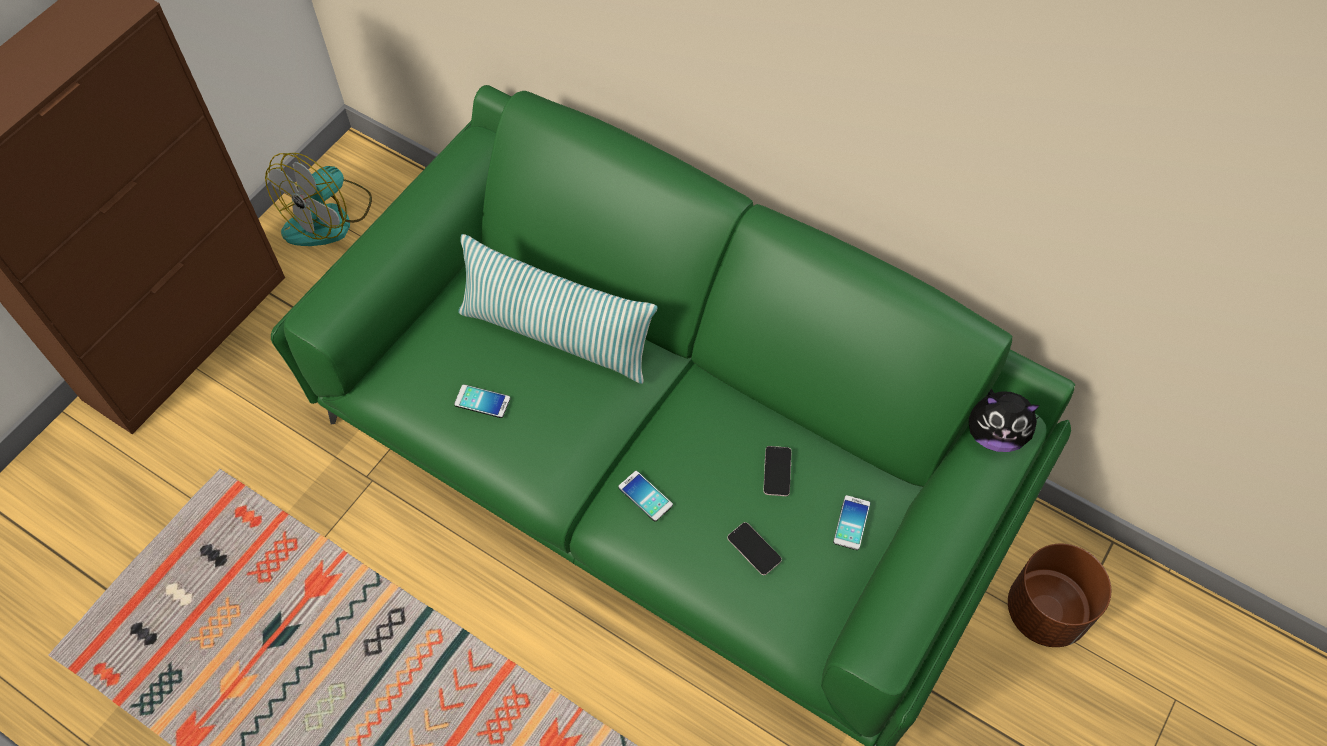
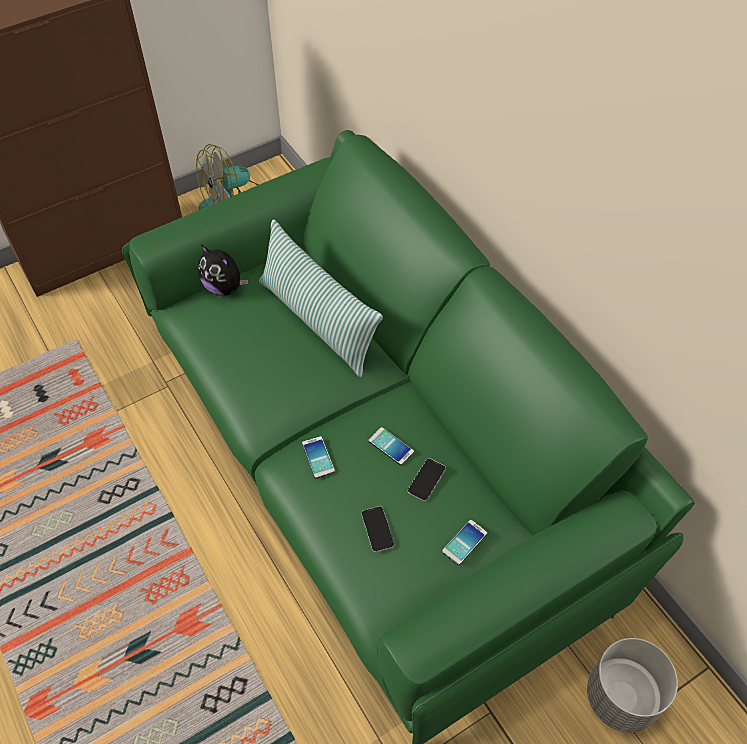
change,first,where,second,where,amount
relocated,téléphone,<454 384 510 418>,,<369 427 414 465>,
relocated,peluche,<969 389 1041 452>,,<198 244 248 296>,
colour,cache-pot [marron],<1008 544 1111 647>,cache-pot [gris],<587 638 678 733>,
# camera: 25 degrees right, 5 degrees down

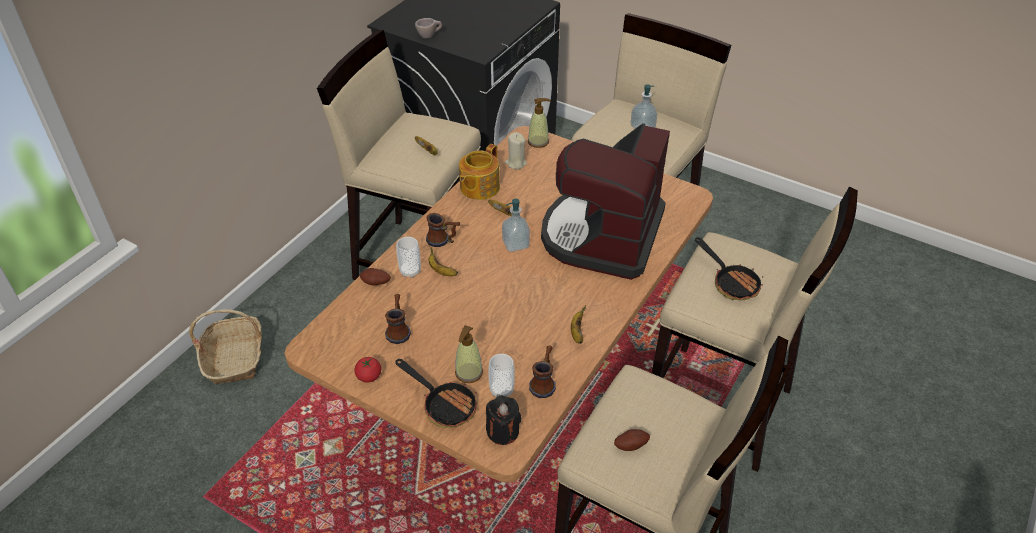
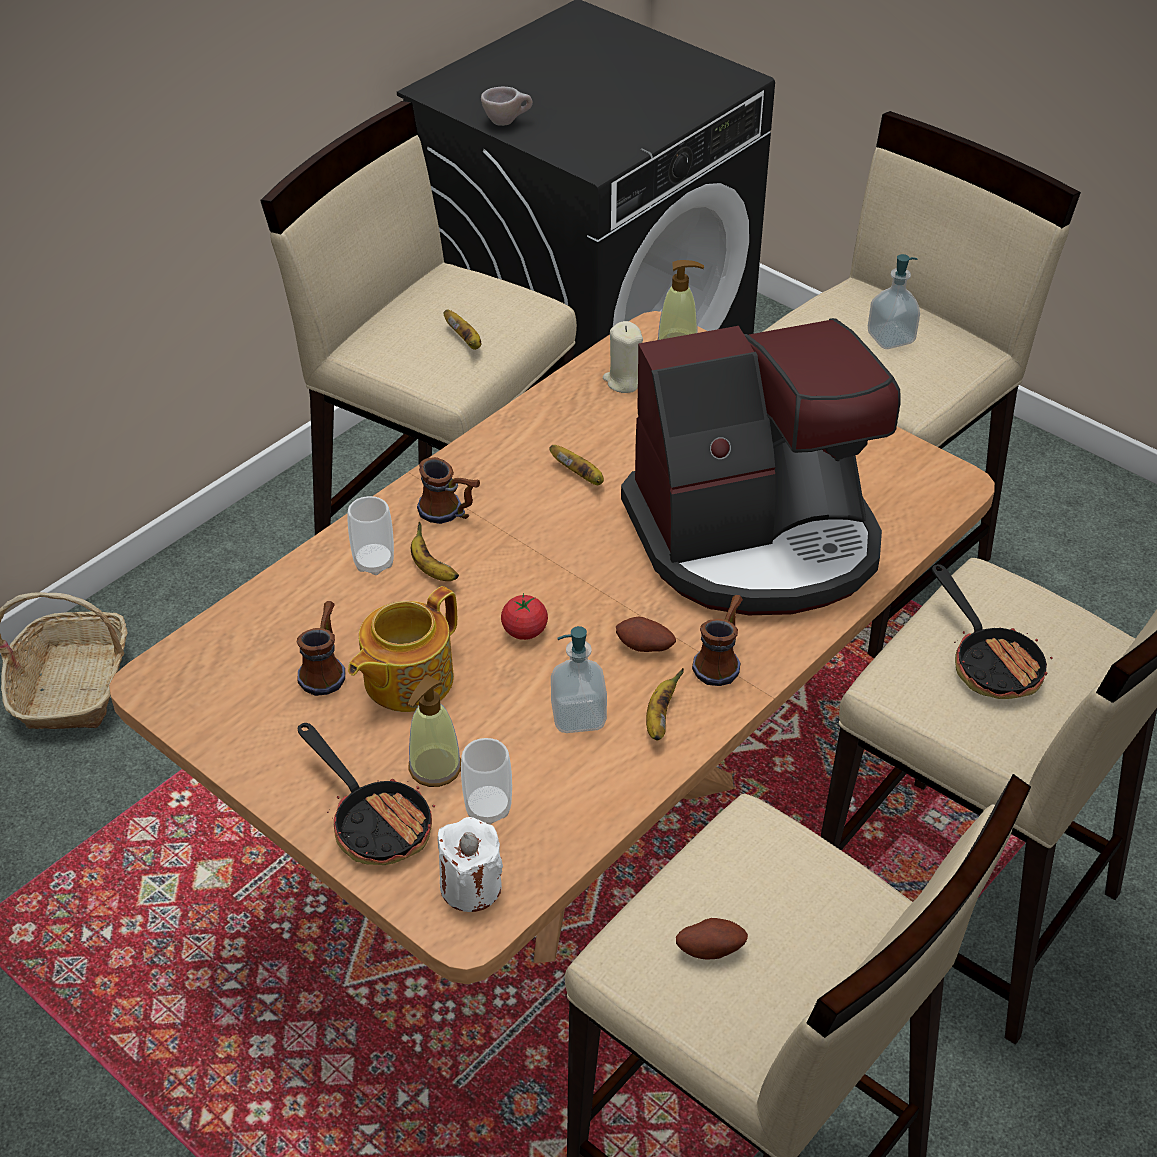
change,first,where,second,where,amount
relocated,tomate,<354 357 381 383>,,<501 593 548 640>,
relocated,pomme de terre,<360 268 391 285>,,<616 617 676 652>,
relocated,théière,<459 144 500 200>,,<348 586 457 712>,
relocated,distributeur de savon,<502 199 530 252>,,<551 626 607 733>,
relocated,mug,<529 345 556 398>,,<692 595 743 686>,
colour,bougie [noir],<486 396 522 445>,bougie [blanc],<438 817 503 912>,
spun,machine à café,<541 123 670 280>,,<621 318 901 615>,135 degrees counterclockwise
# camera: 10 degrees right, 0 degrees up

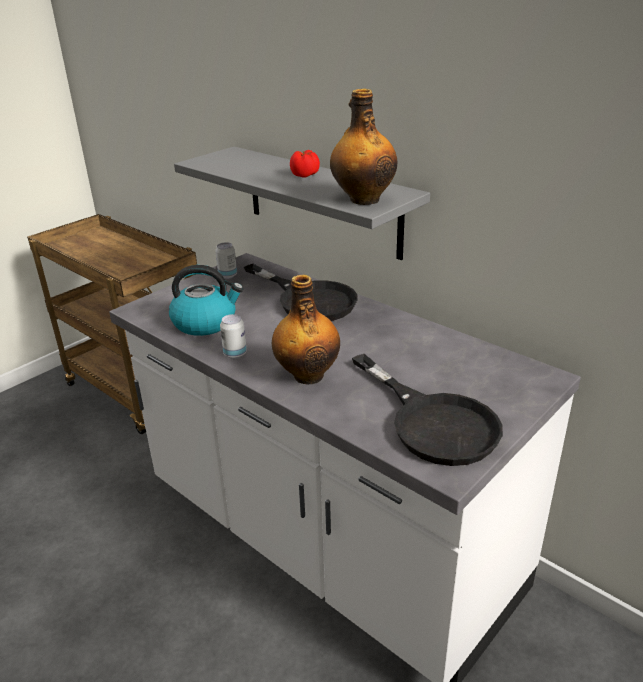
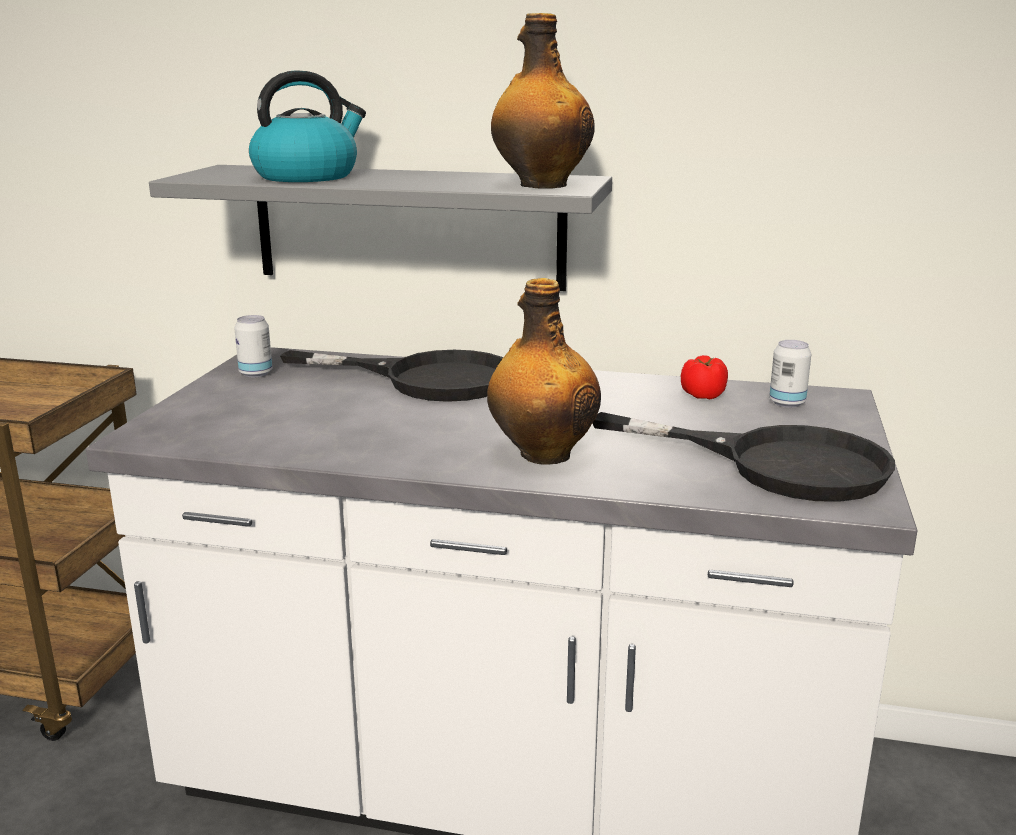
change,first,where,second,where,amount
relocated,bouilloire,<169 265 243 336>,,<249 70 366 182>,
relocated,boîte métallique,<220 314 247 359>,,<769 340 811 408>,
relocated,tomate,<290 150 320 178>,,<681 355 728 399>,
# camera: 30 degrees left, 10 degrees down

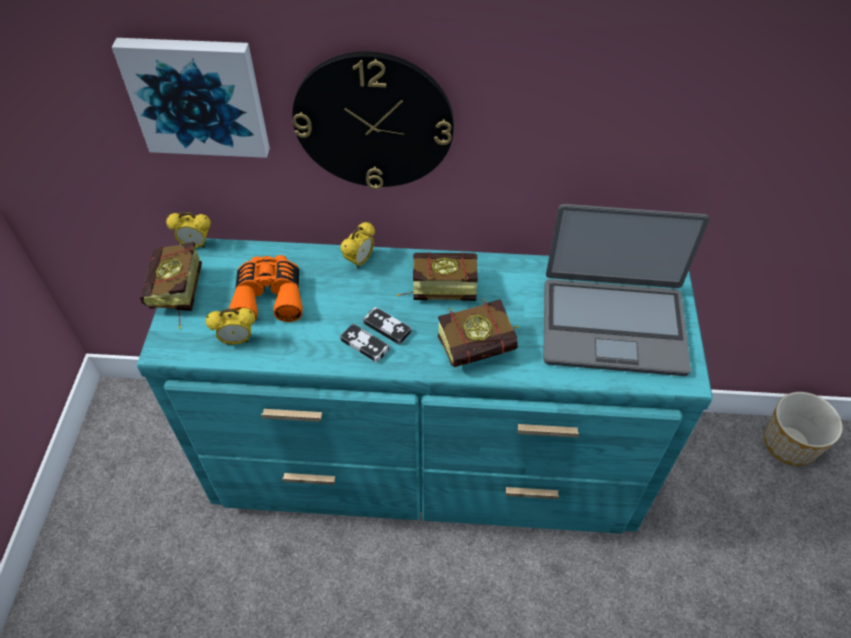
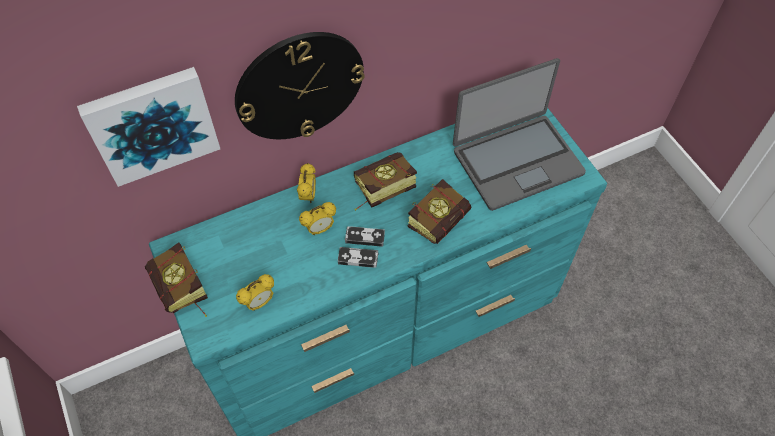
change,first,where,second,where,amount
missing,jumelles [orange],<229 255 303 322>,,,
missing,cache-pot,<764 392 842 466>,,,
relocated,réveil,<166 212 211 248>,,<299 202 336 235>,
# camera: 30 degrees left, 5 degrees up

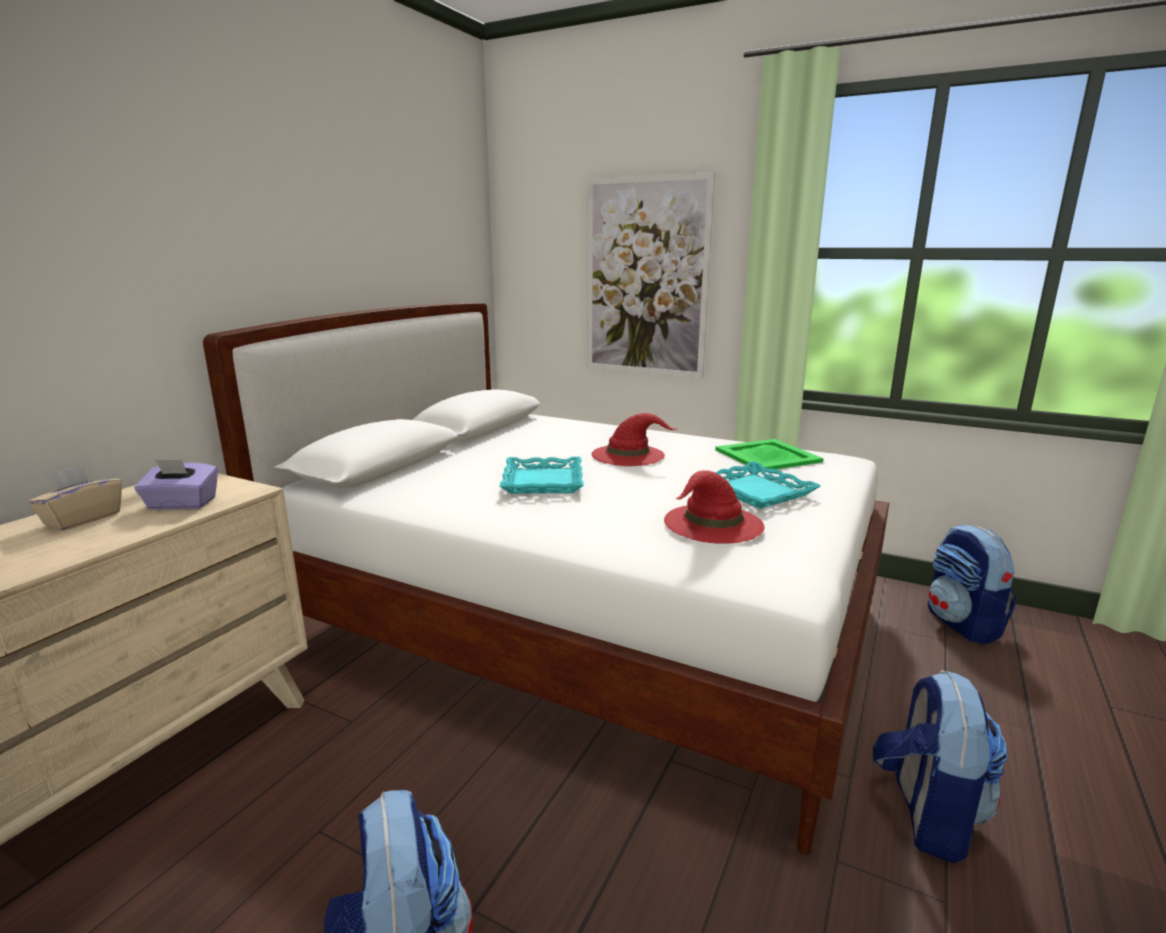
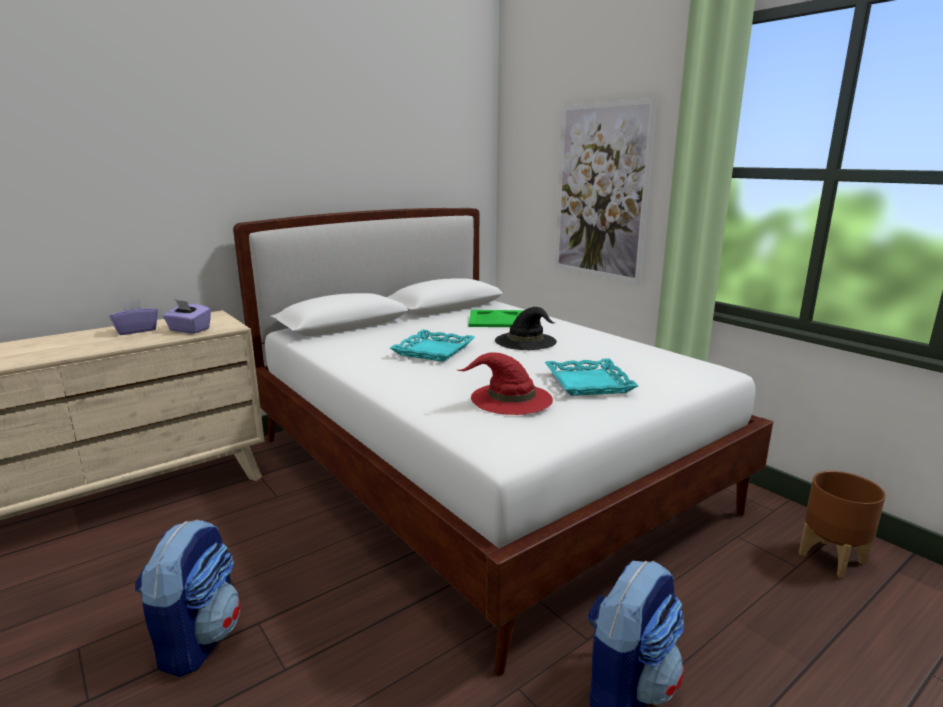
change,first,where,second,where,amount
relocated,plateau [vert],<715 439 824 472>,,<469 310 524 327>,
exchanged,sac à dos,<928 525 1016 644>,cache-pot [marron],<799 471 886 578>,
colour,boîte à mouchoirs [beige],<28 465 122 531>,boîte à mouchoirs [violet],<109 298 158 335>,
colour,chapeau [rouge],<591 413 676 466>,chapeau [noir],<495 307 557 350>,
# camera: 25 degrees right, 0 degrees up

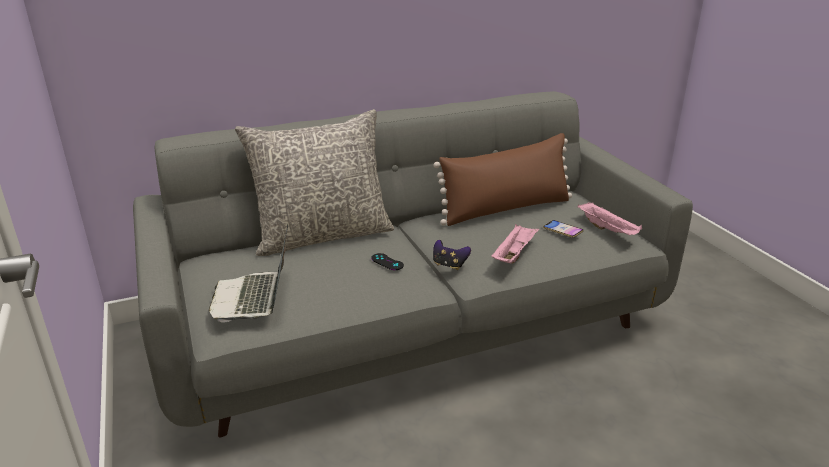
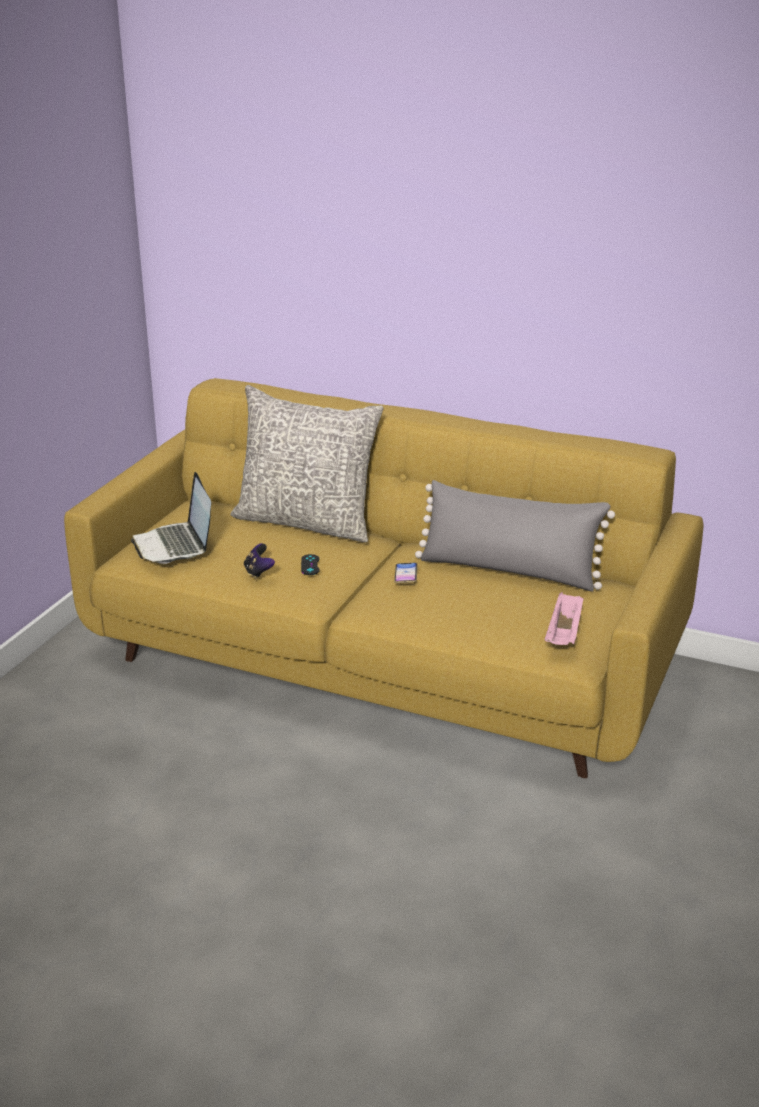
change,first,where,second,where,amount
missing,plateau [rose],<491 224 539 264>,,,
relocated,manette,<433 240 471 270>,,<244 543 275 579>,
relocated,téléphone,<543 220 584 238>,,<394 563 418 583>,
colour,canapé [gris],<133 91 693 437>,canapé [jaune],<64 378 703 778>,
colour,coussin [marron],<434 133 572 226>,coussin [gris],<415 480 615 592>,
spun,ordinateur portable,<209 224 288 322>,,<131 472 211 564>,60 degrees counterclockwise
# camera: 45 degrees right, 0 degrees up

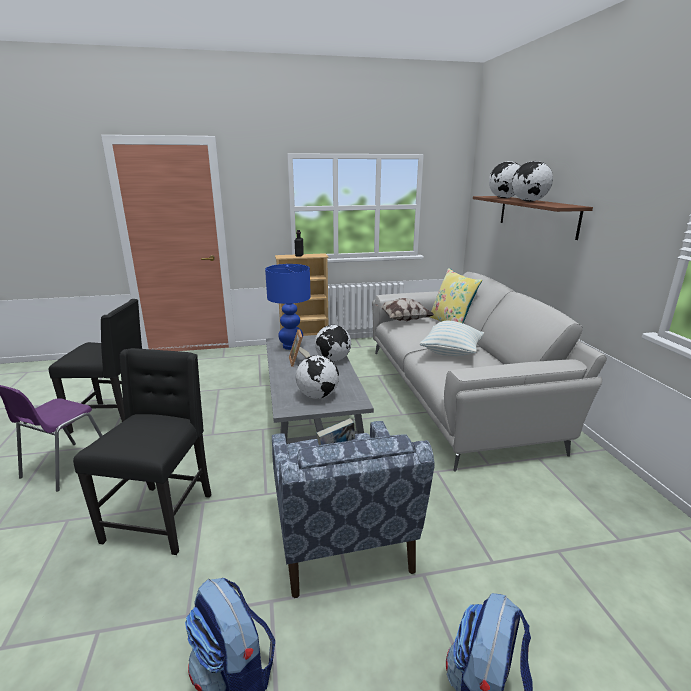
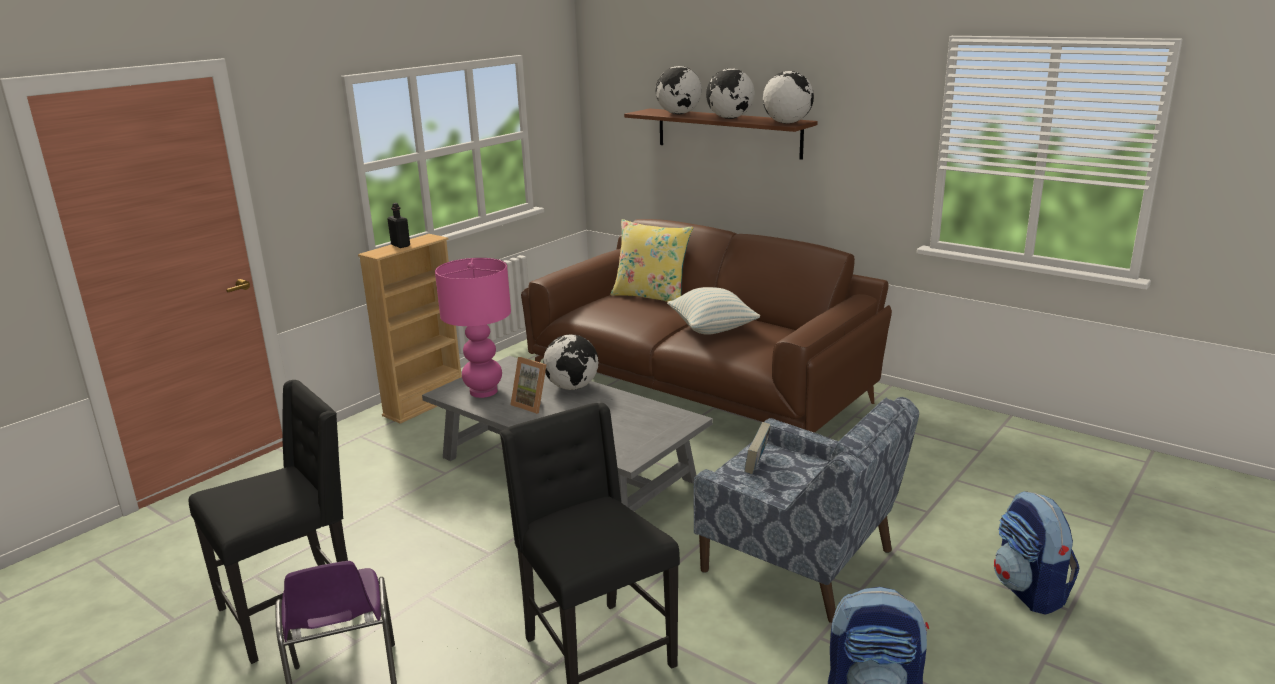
change,first,where,second,where,amount
missing,coussin,<375 298 434 321>,,,
relocated,globe,<296 355 339 399>,,<763 71 814 124>,
colour,lampe de table [bleu],<265 264 311 350>,lampe de table [rose],<435 258 511 398>,
colour,canapé [gris],<372 272 607 472>,canapé [marron],<521 219 892 433>,
# camera: 40 degrees left, 0 degrees up

